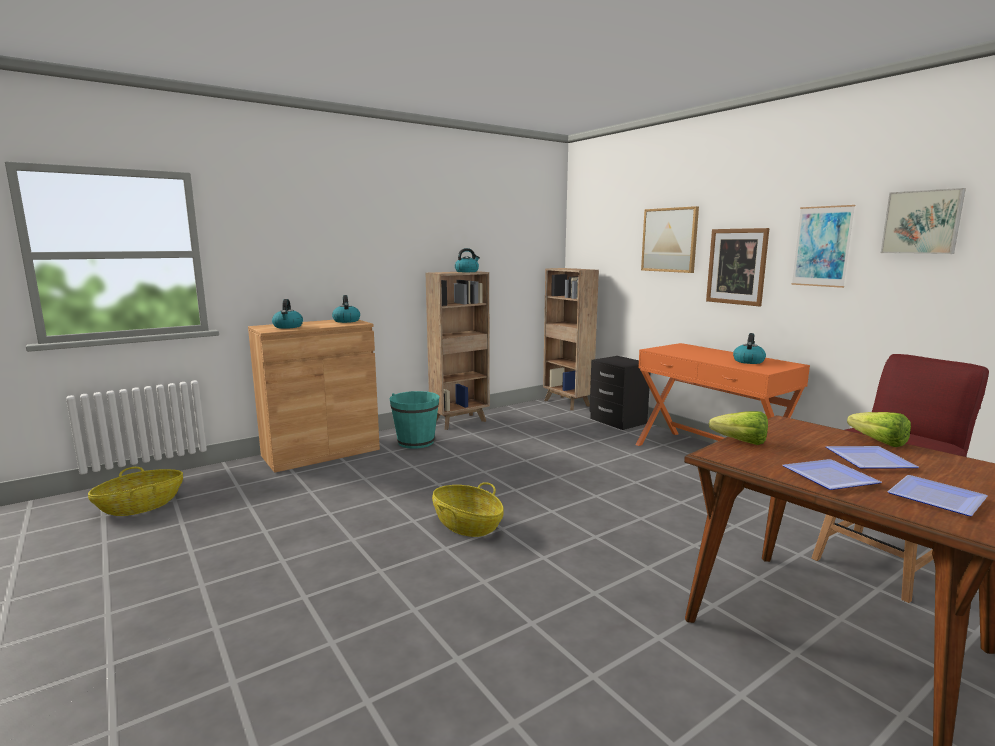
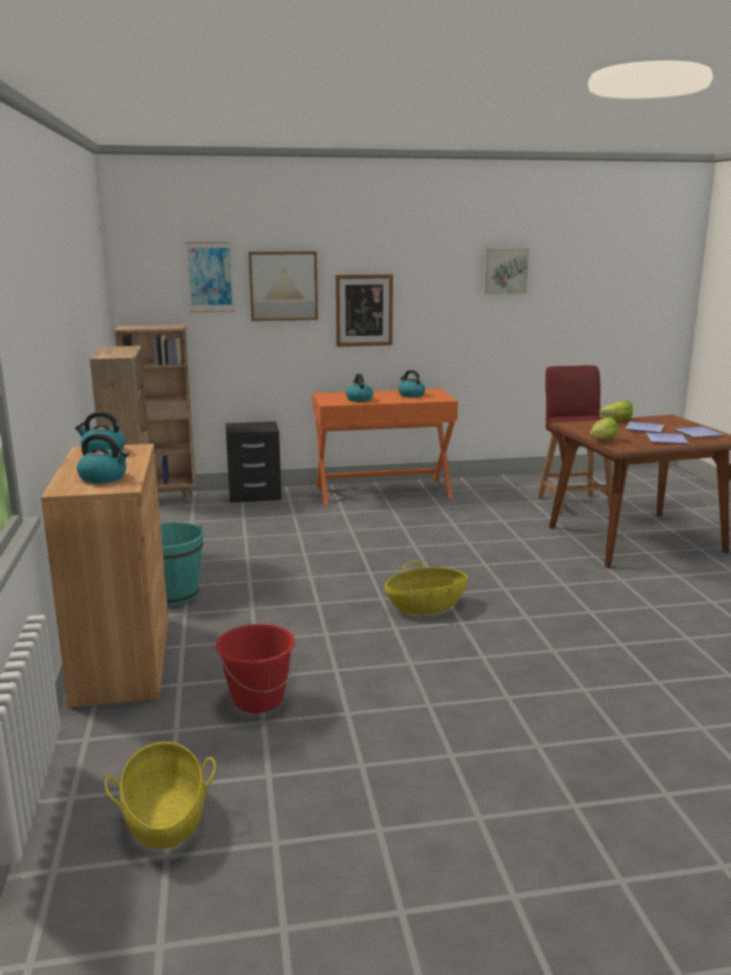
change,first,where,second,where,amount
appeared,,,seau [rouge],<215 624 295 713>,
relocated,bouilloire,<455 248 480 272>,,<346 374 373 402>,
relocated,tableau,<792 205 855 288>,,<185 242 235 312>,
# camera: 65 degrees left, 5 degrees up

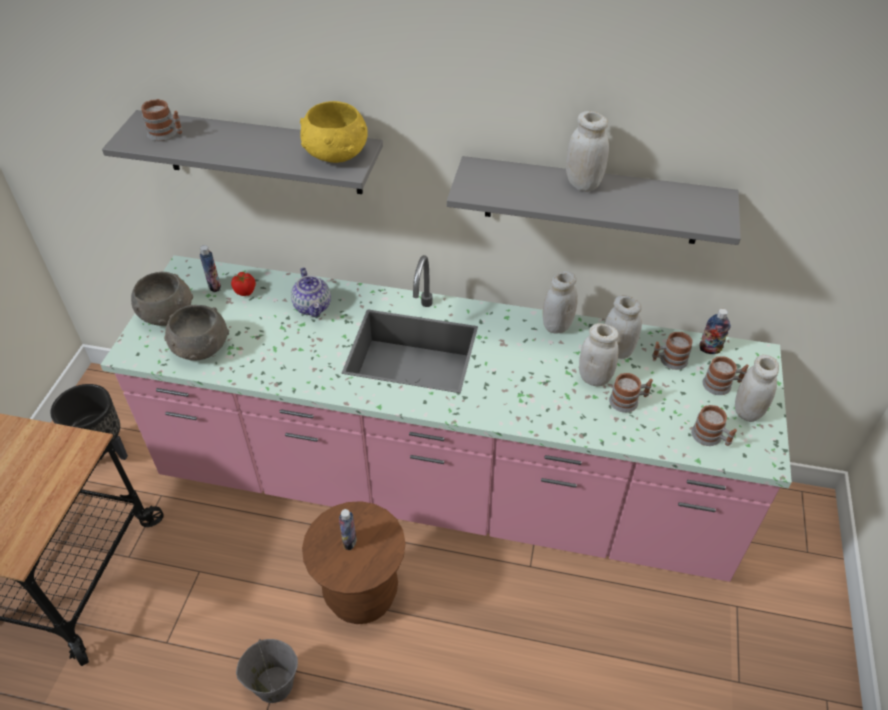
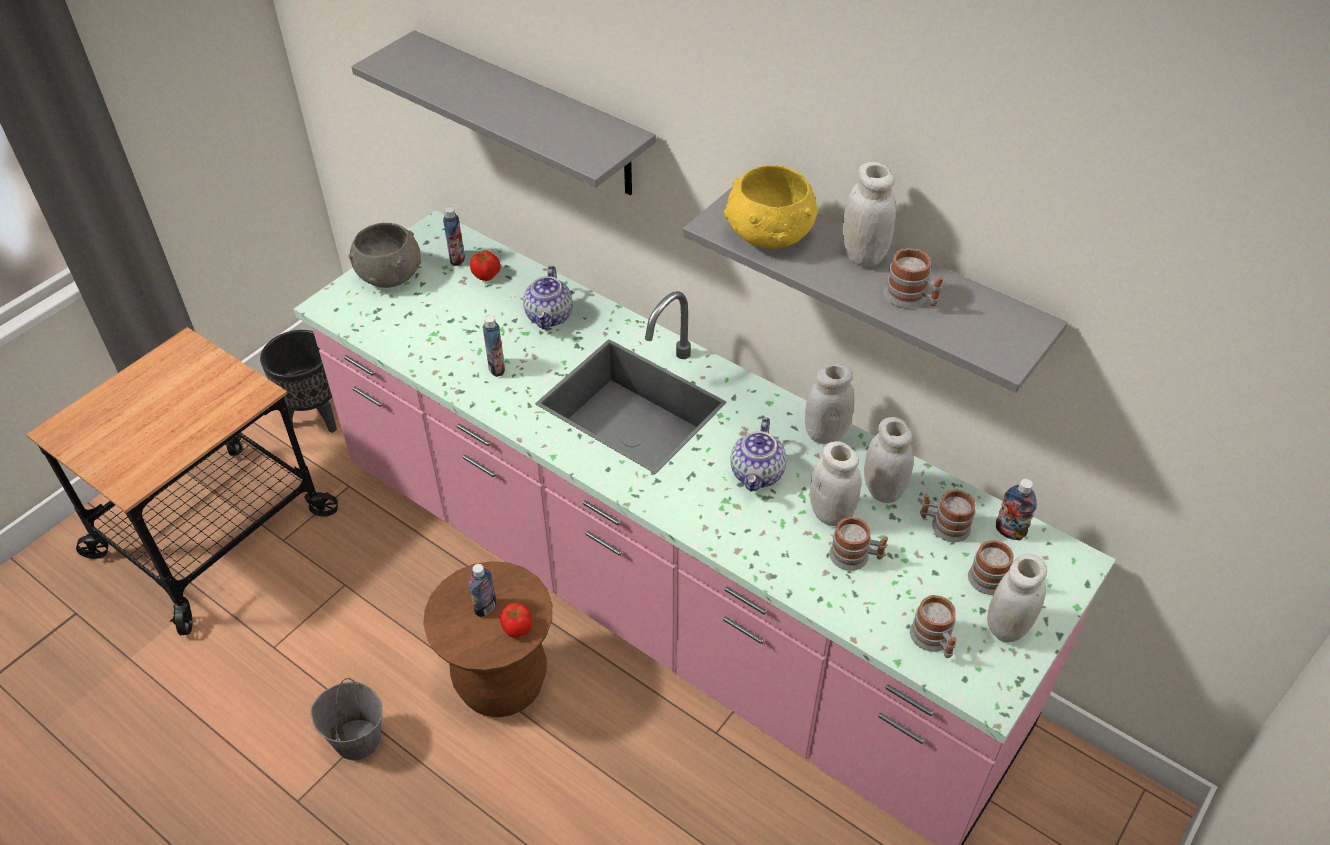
change,first,where,second,where,amount
missing,bol [gris],<164 305 229 361>,,,
appeared,,,bouteille,<483 315 505 377>,
appeared,,,tomate,<500 603 532 638>,
appeared,,,théière,<731 417 786 492>,
relocated,mug,<141 99 182 141>,,<884 248 944 309>,
relocated,bol [jaune],<300 101 368 163>,,<724 165 818 249>,
# camera: 25 degrees right, 0 degrees up

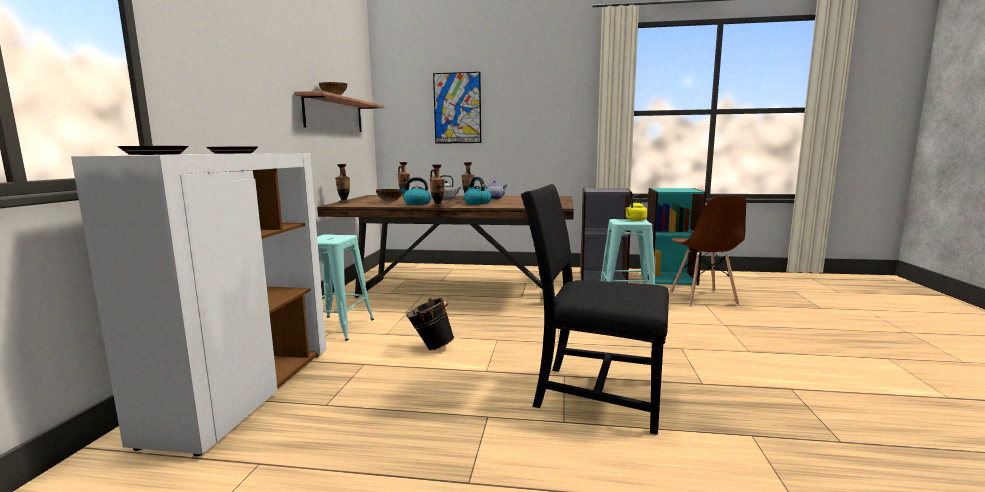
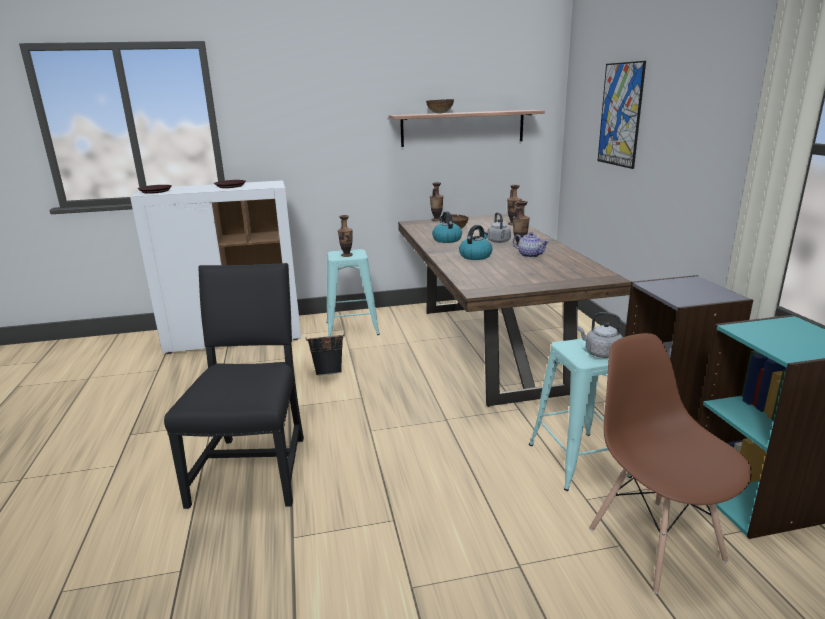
change,first,where,second,where,amount
relocated,vase,<430 164 445 207>,,<338 215 353 257>,
colour,bouilloire [jaune],<625 194 648 221>,bouilloire [gris],<578 312 623 358>,
spun,chaise [marron],<670 196 746 306>,,<589 333 752 594>,90 degrees clockwise
# camera: 70 degrees right, 10 degrees up

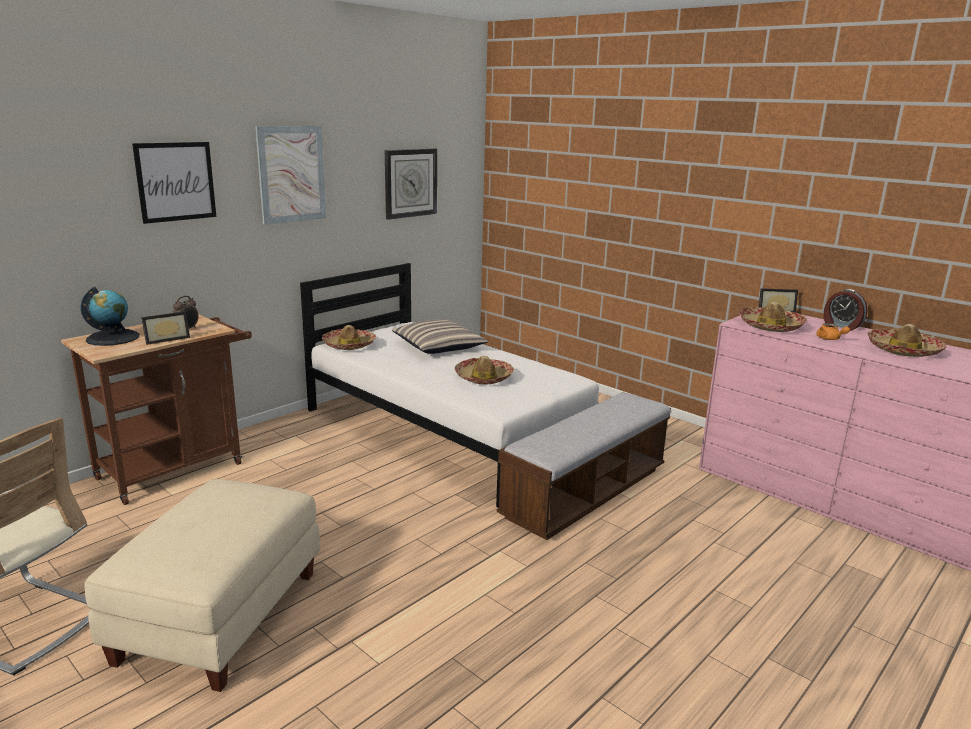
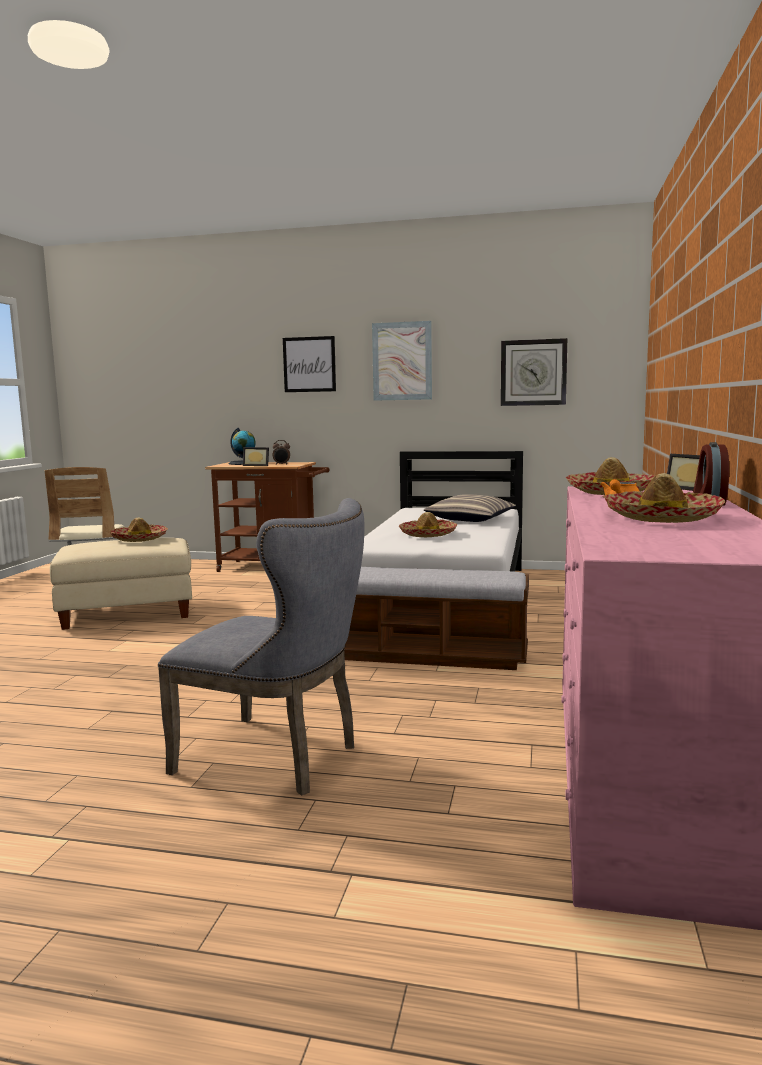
change,first,where,second,where,amount
appeared,,,chaise [gris],<158 498 365 795>,
relocated,chapeau,<322 325 376 350>,,<109 518 168 542>,
# camera: 60 degrees right, 10 degrees down

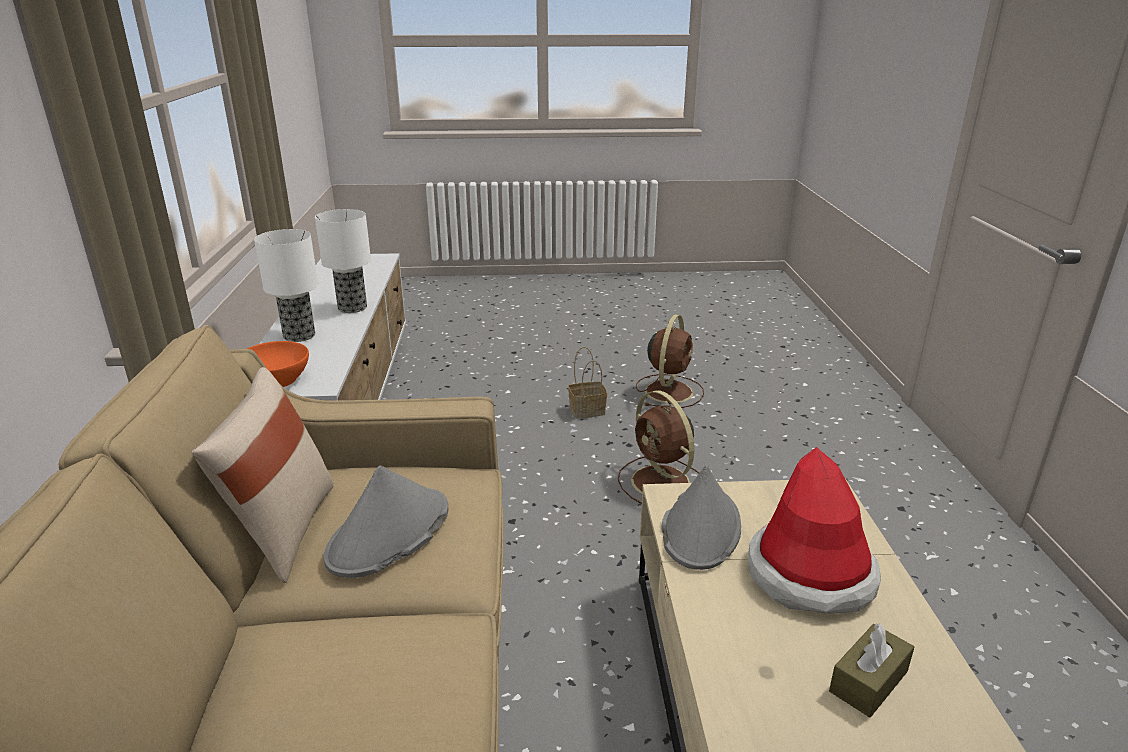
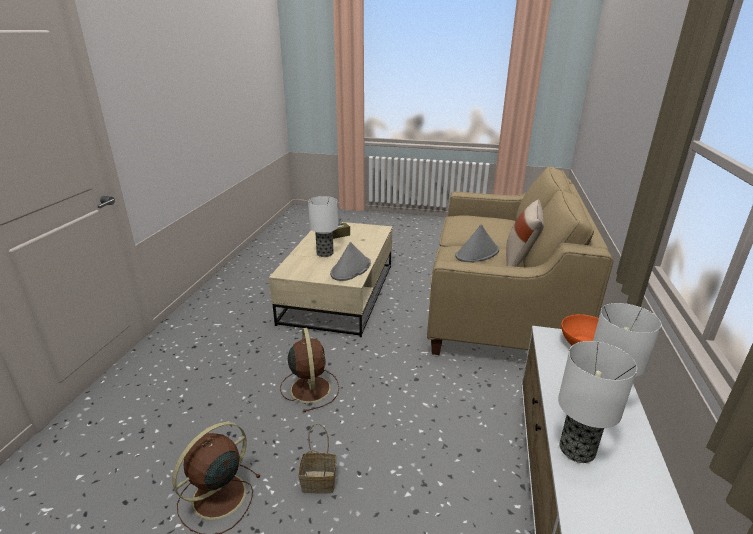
change,first,where,second,where,amount
exchanged,chapeau,<748 447 881 614>,lampe de table,<308 196 338 257>,
# camera: 165 degrees left, 0 degrees up

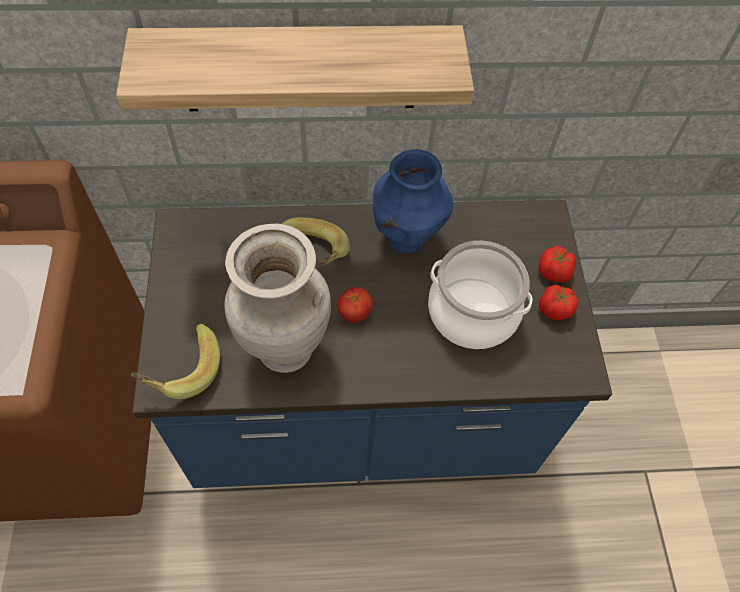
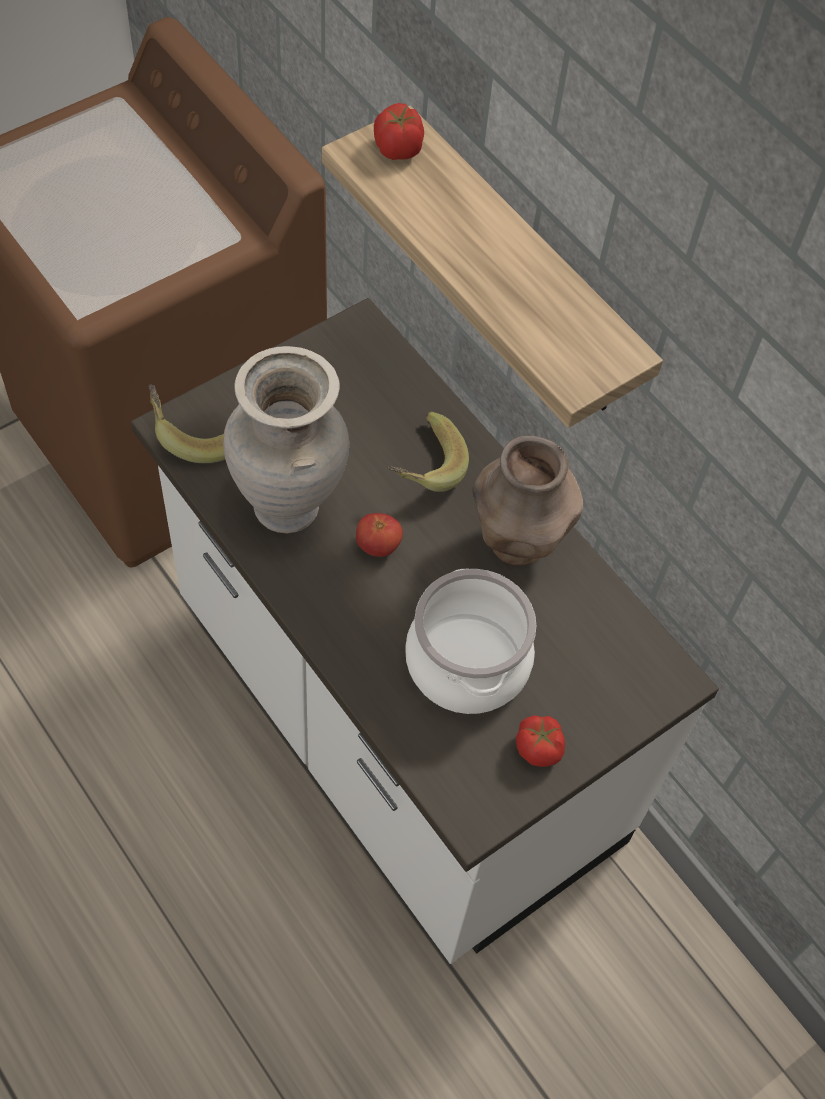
change,first,where,second,where,amount
relocated,tomate,<539 246 576 282>,,<374 103 424 160>,
colour,comptoir de cuisine [bleu],<132 200 612 488>,comptoir de cuisine [blanc],<131 298 719 964>,
colour,vase [bleu],<373 149 453 253>,vase [marron],<472 435 583 566>,
# camera: 55 degrees right, 0 degrees up

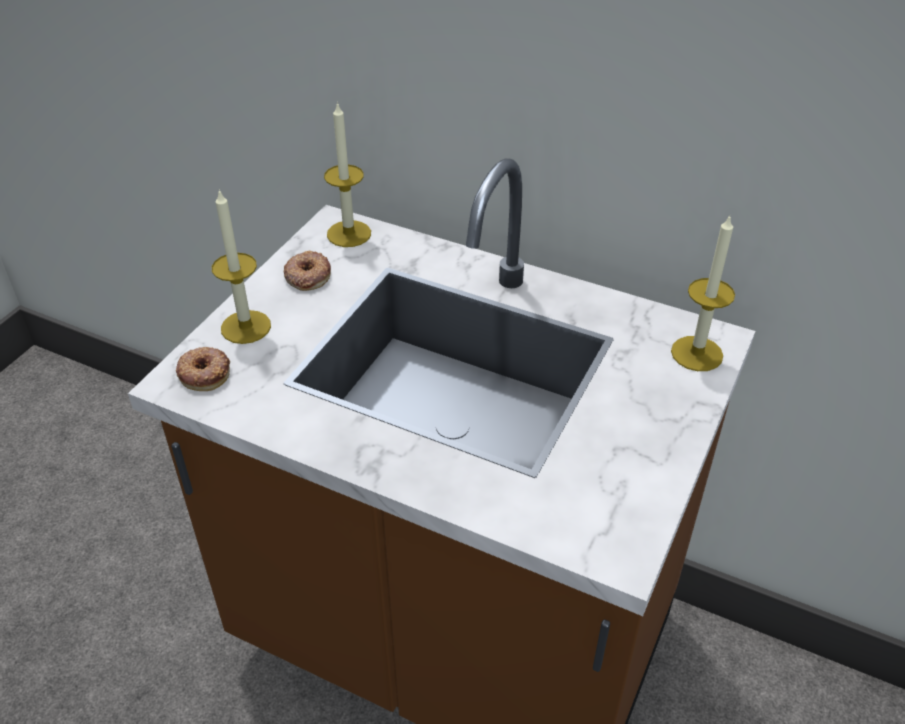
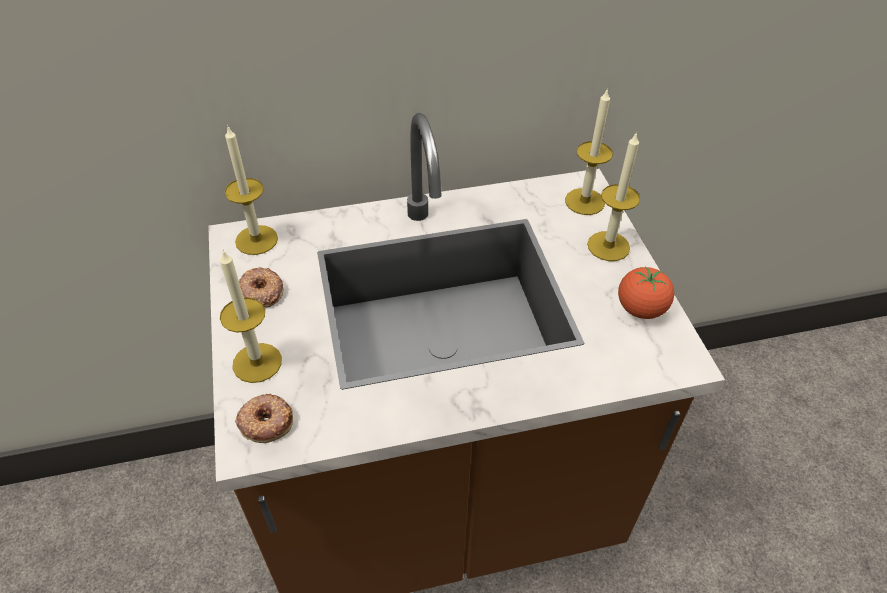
change,first,where,second,where,amount
appeared,,,bougie,<587 132 640 261>,
appeared,,,tomate,<618 267 674 319>,
# camera: 40 degrees left, 5 degrees up

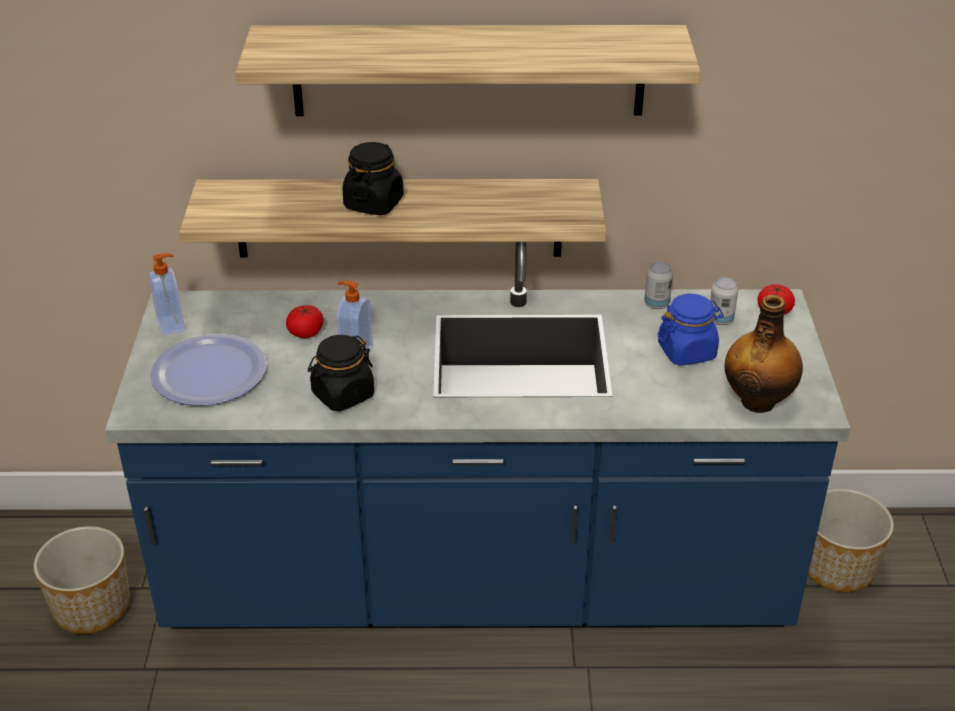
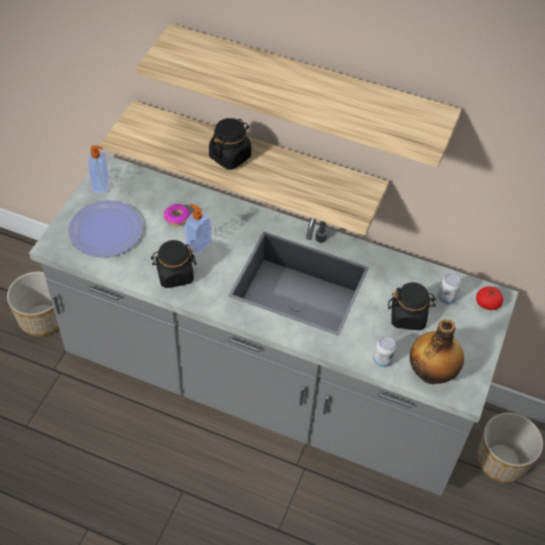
change,first,where,second,where,amount
relocated,boîte métallique,<644 262 673 309>,,<373 336 396 368>,
exchanged,tomate,<286 305 323 338>,beignet,<164 204 190 226>,
colour,comptoir de cuisine [bleu],<105 242 850 629>,comptoir de cuisine [gris],<29 155 518 496>,
colour,bocal [bleu],<657 294 724 366>,bocal [noir],<388 282 436 330>,
# camera: 20 degrees right, 15 degrees up

